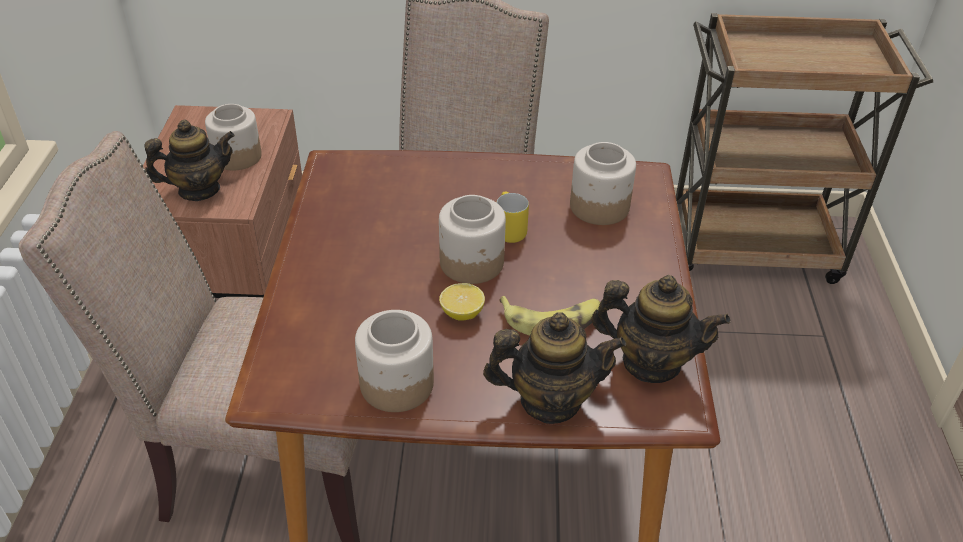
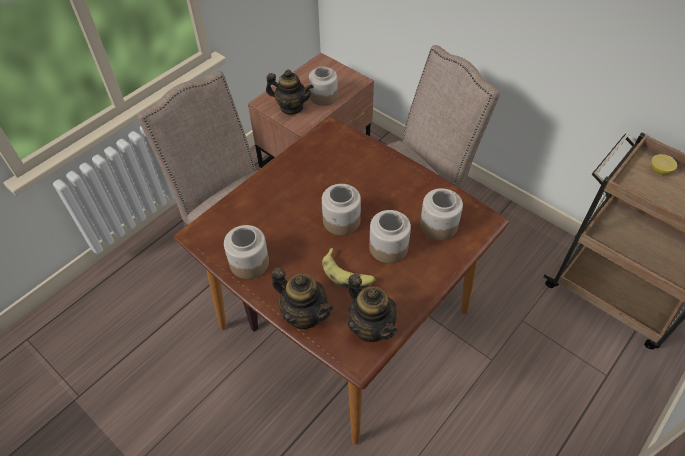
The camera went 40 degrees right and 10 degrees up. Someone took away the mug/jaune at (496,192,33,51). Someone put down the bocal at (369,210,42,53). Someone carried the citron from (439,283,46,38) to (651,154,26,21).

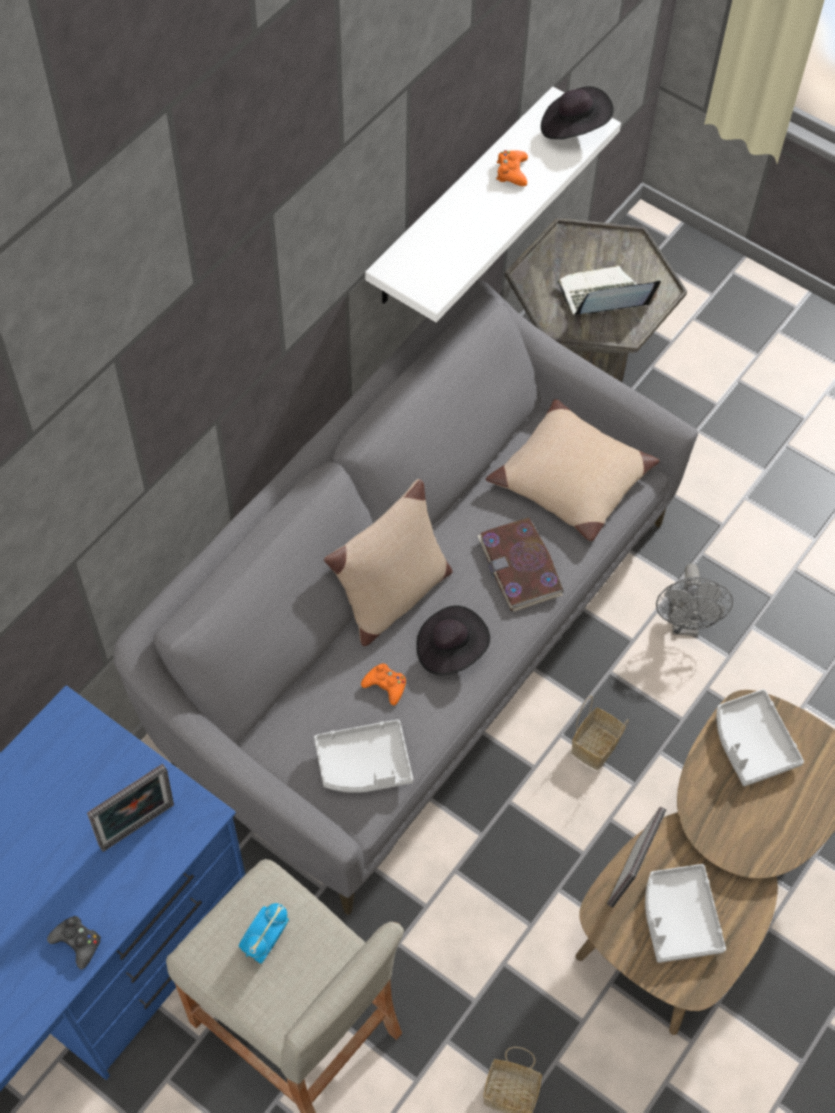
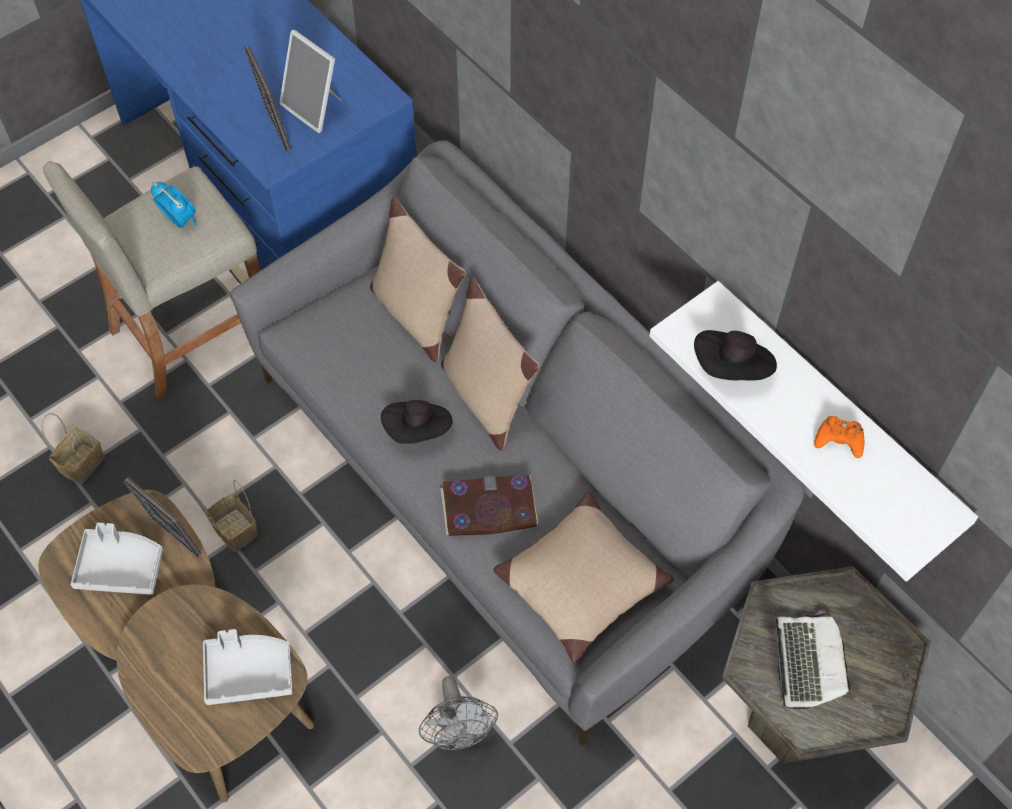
The camera went 105 degrees right and 0 degrees up. Someone took away the manette/noir at (47,916,54,53). Someone took away the plateau/gris at (314,720,99,73). Someone took away the manette/orange at (361,663,45,43). Someone put down the cadre photo at (279,30,63,103). Someone put down the coussin/beige at (370,197,96,165). Someone carried the chapeau/noir from (541,86,73,53) to (694,330,83,50). Someone carried the panier from (571,696,58,74) to (200,480,58,72). Someone rotated the ventilateur/gris at (656,563,77,73) by 120 degrees counterclockwise.

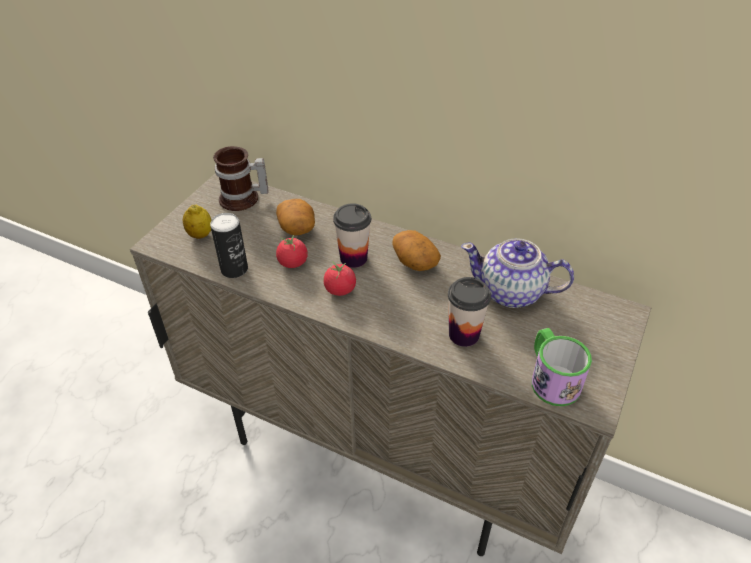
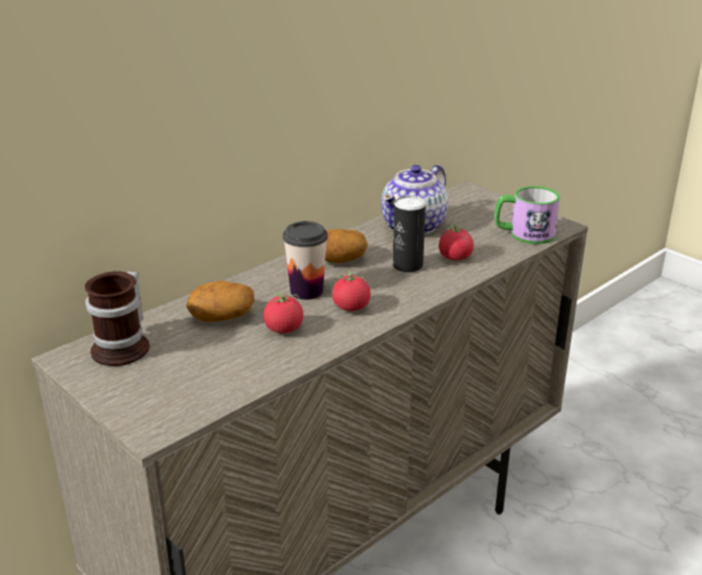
The camera went 70 degrees left and 15 degrees down. Someone took away the citron at (183,205,28,34). Someone carried the boîte métallique from (210,213,38,65) to (393,196,33,76). Someone swapped the tasse at (448,277,43,70) for the tomate at (439,223,35,37).

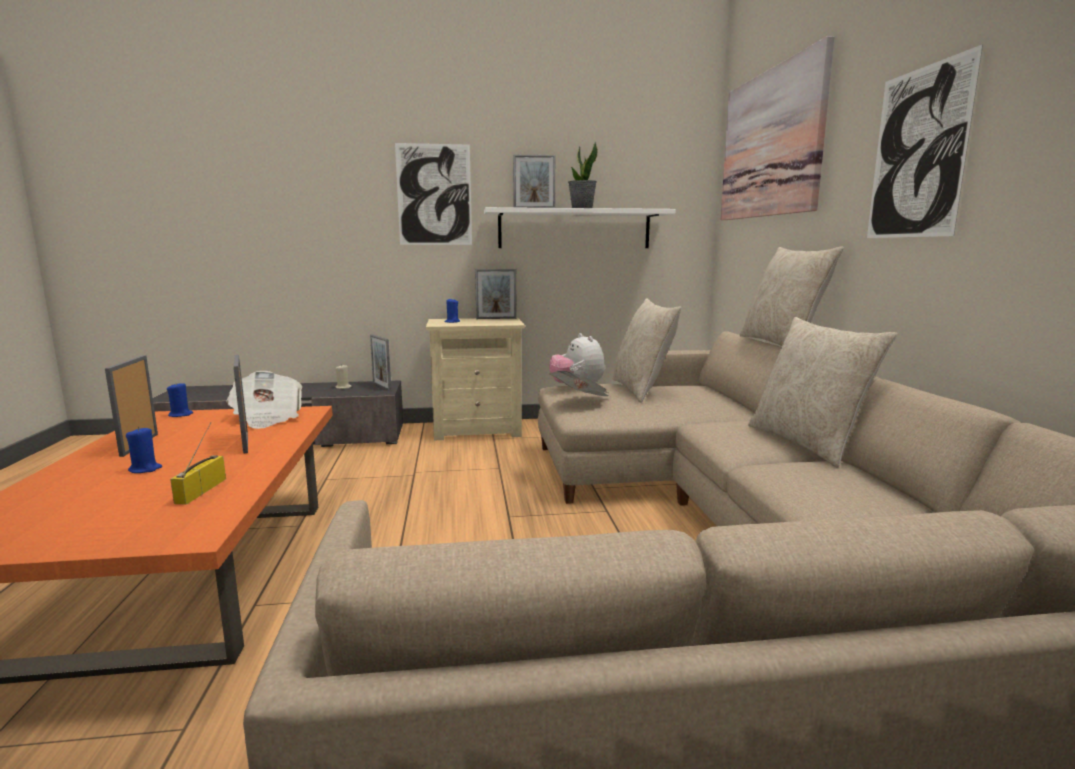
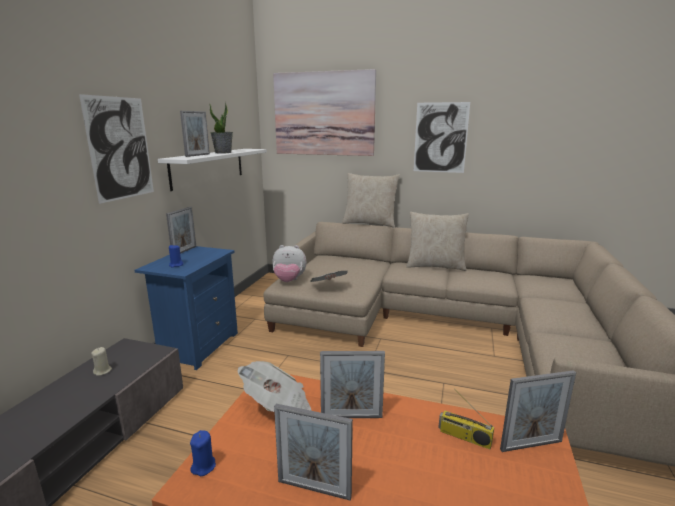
The camera went 65 degrees left and 5 degrees up. Someone took away the bougie/bleu at (126,427,36,46). Someone took away the coussin/beige at (613,298,68,105). Someone carried the cadre photo from (370,334,21,57) to (500,370,76,82). Someone repainted the table de chevet/beige at (426,318,99,122), which became the table de chevet/bleu at (135,246,103,124).

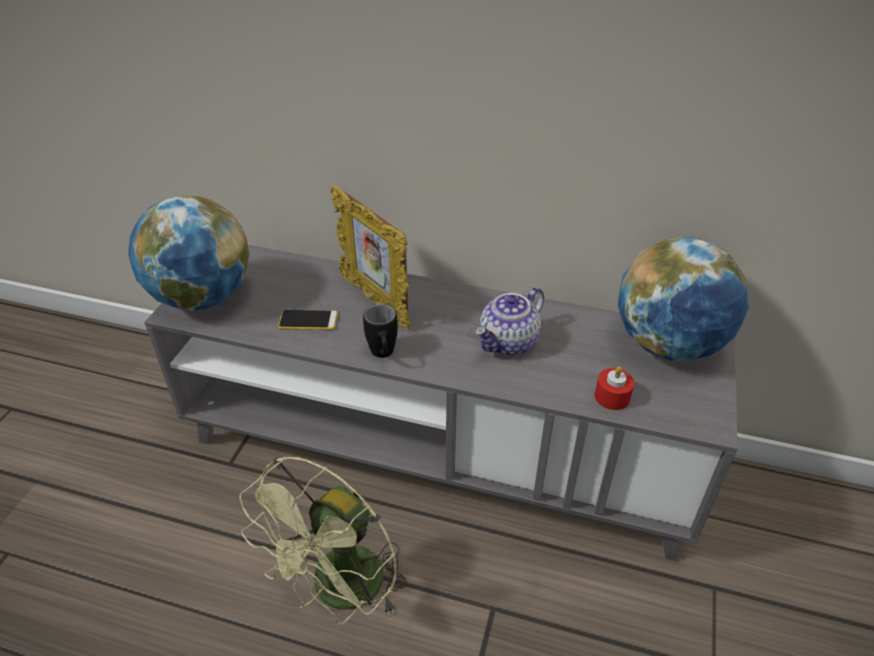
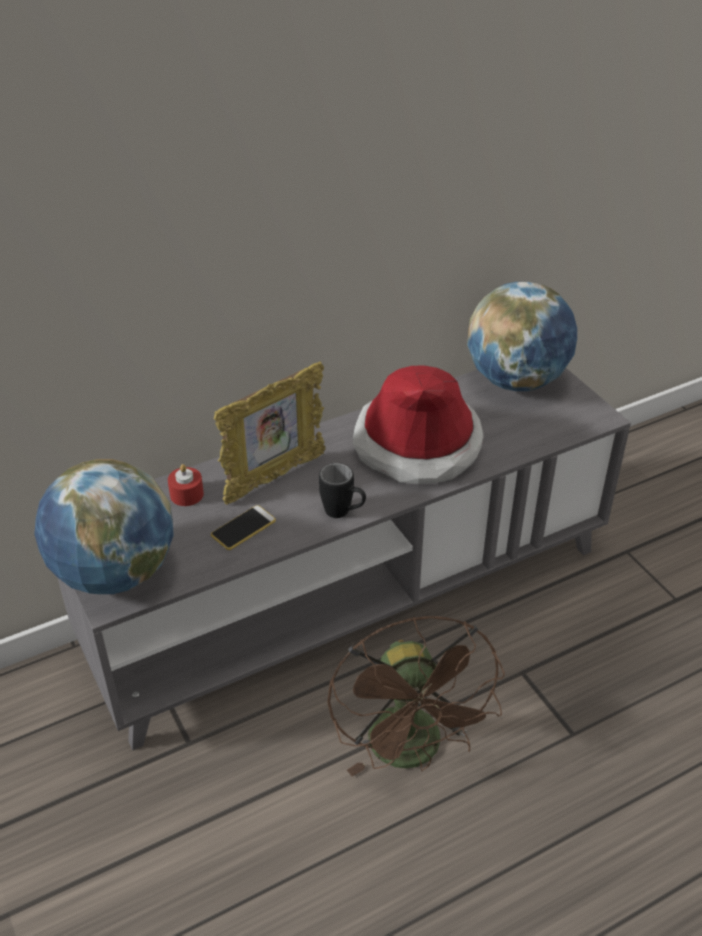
The camera went 45 degrees left and 0 degrees up. Someone carried the bougie/rouge from (595,366,39,44) to (168,464,36,42). Someone swapped the théière at (475,287,69,69) for the chapeau at (352,366,132,118). Someone repainted the ventilateur/vert at (239,456,168,169), which became the ventilateur/marron at (327,616,178,160). Someone rotated the cadre photo at (330,185,80,144) by 45 degrees counterclockwise.

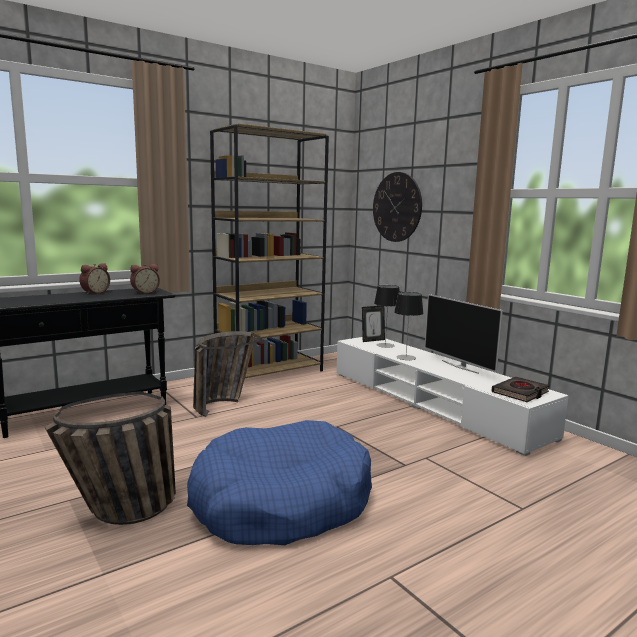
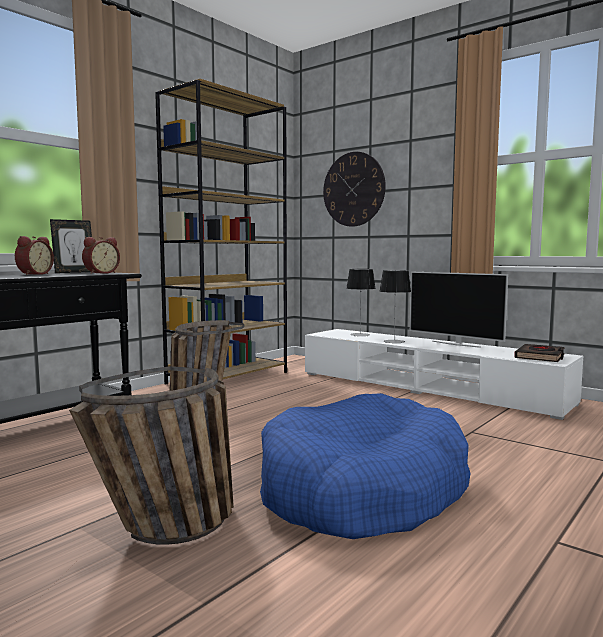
The camera went 15 degrees left and 5 degrees down. Someone carried the cadre photo from (362,306,23,36) to (50,219,42,54).

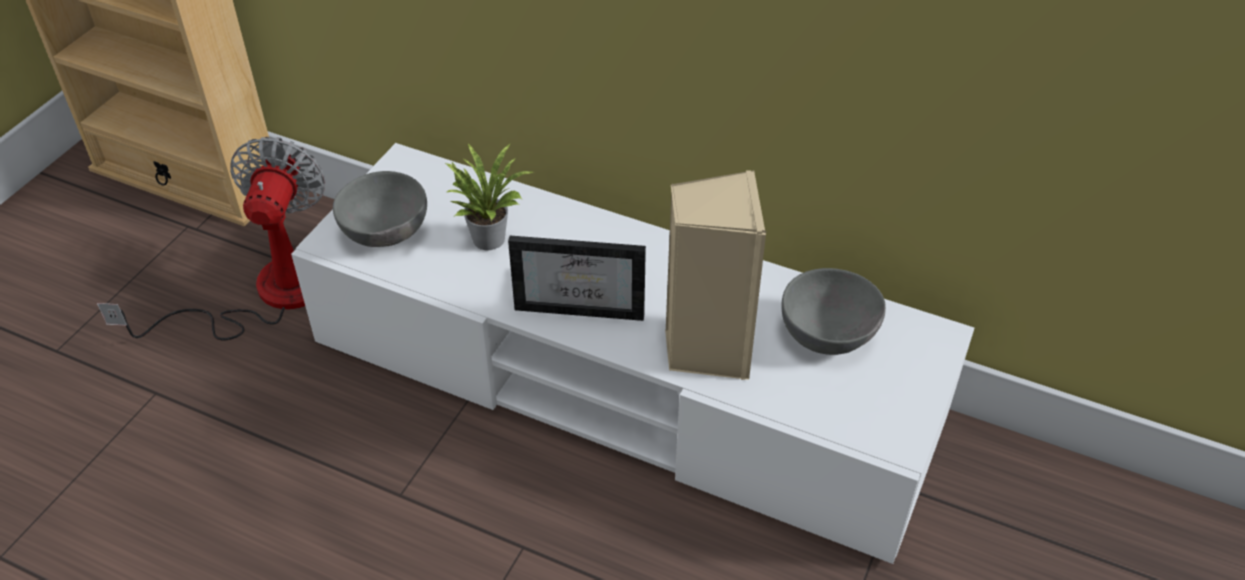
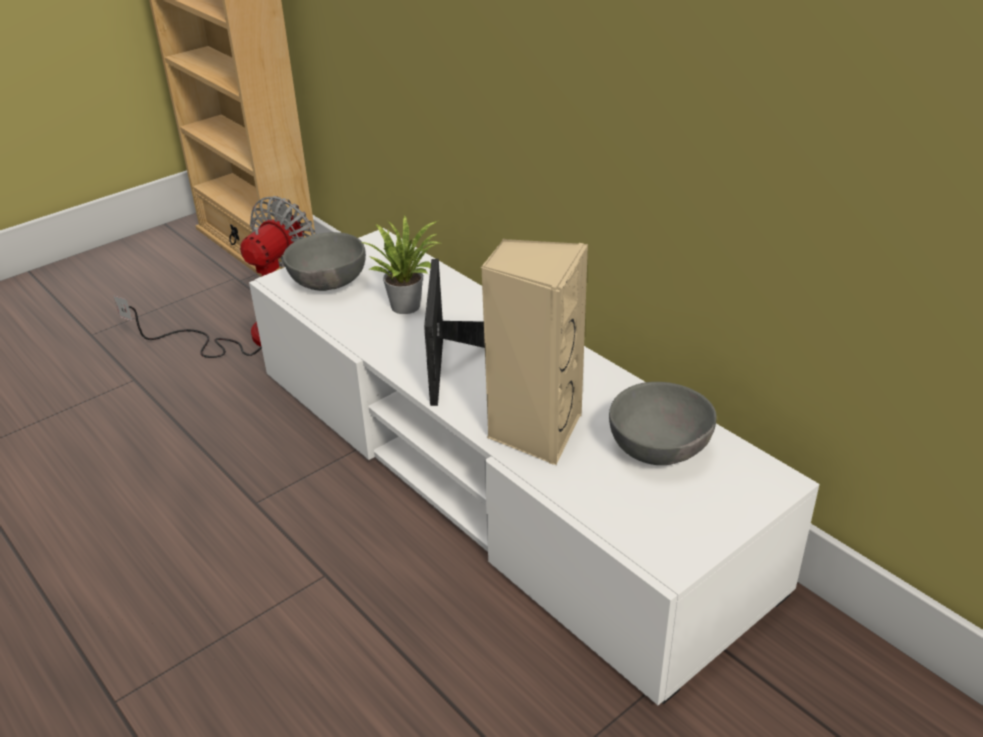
The camera went 25 degrees right and 10 degrees down. Someone rotated the cadre photo at (508,236,138,85) by 60 degrees clockwise.

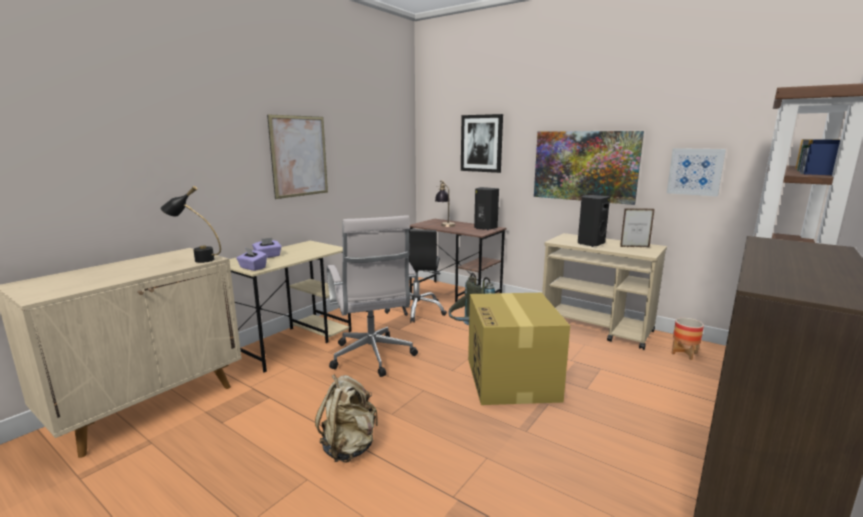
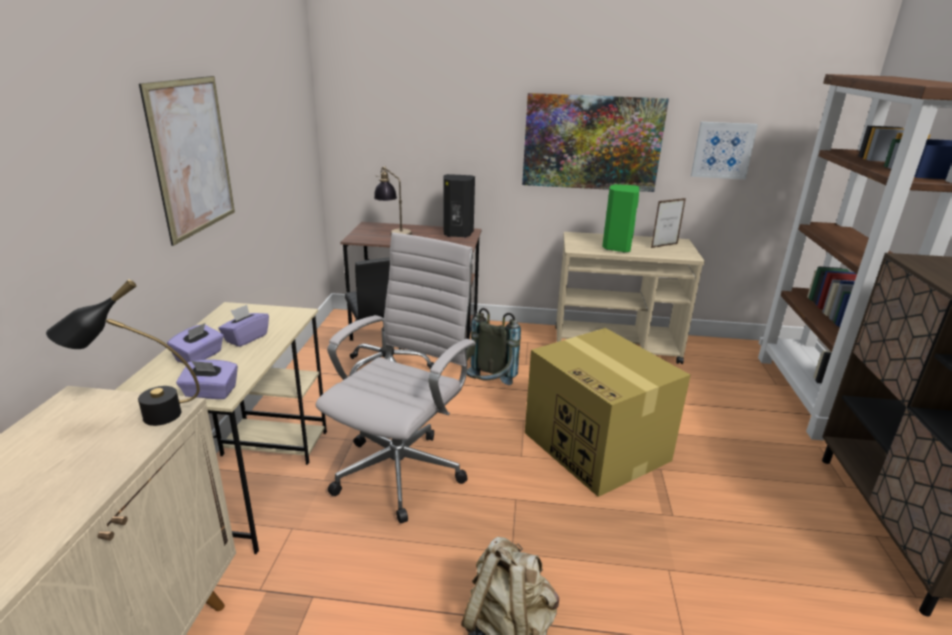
The camera went 30 degrees left and 10 degrees up. Someone took away the tableau at (461,114,42,59). Someone took away the cache-pot at (671,318,33,42). Someone put down the boîte à mouchoirs/violet at (218,305,51,42). Someone repainted the enceinte/noir at (578,195,32,52), which became the enceinte/vert at (602,184,37,69). Someone rotated the chaise de bureau/blanc at (327,215,91,162) by 105 degrees counterclockwise.

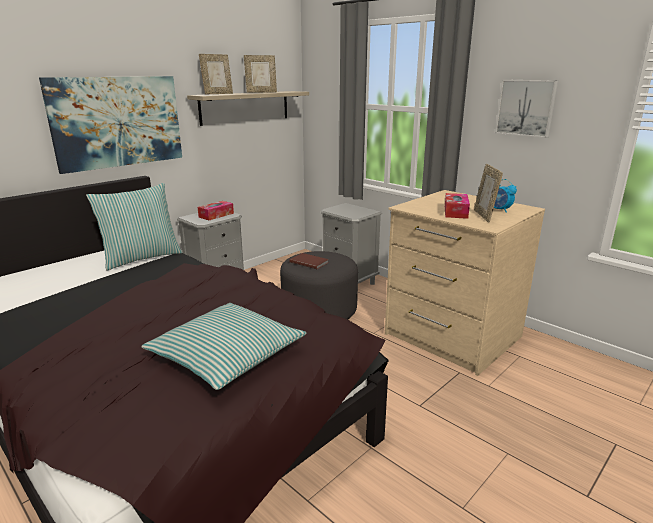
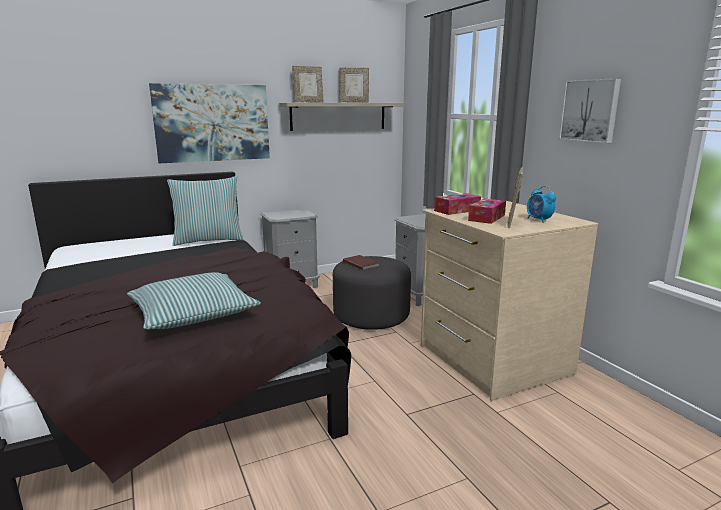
The camera went 20 degrees right and 5 degrees down. Someone carried the boîte à mouchoirs from (198,201,36,19) to (434,193,47,22).

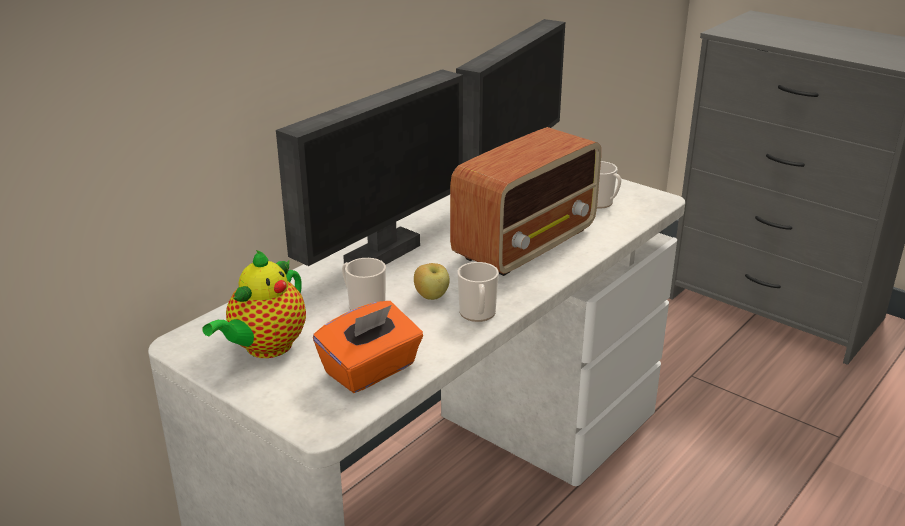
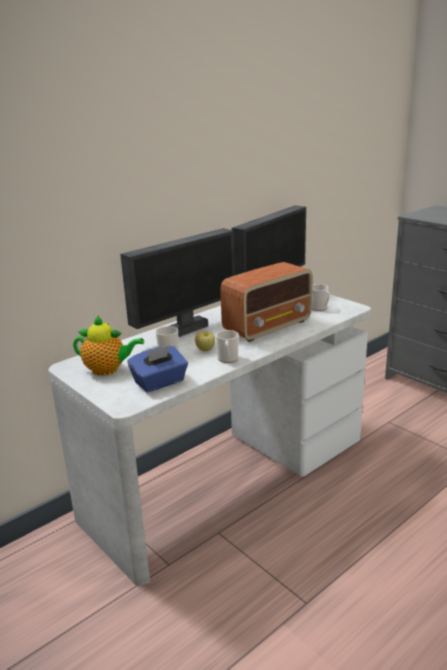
The camera went 10 degrees right and 5 degrees down. Someone repainted the boîte à mouchoirs/orange at (313,301,110,92), which became the boîte à mouchoirs/bleu at (128,346,60,46). Someone rotated the théière at (202,250,104,108) by 120 degrees counterclockwise.

